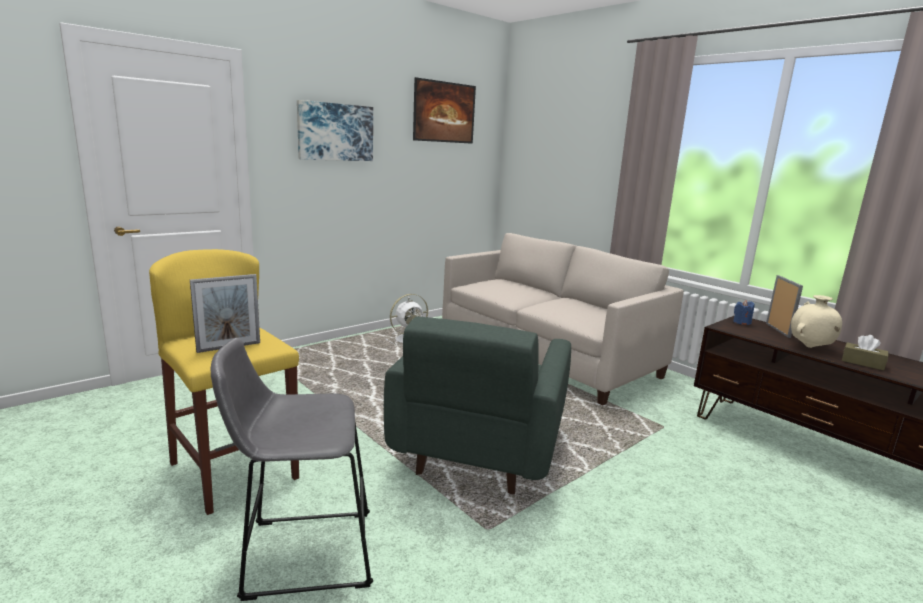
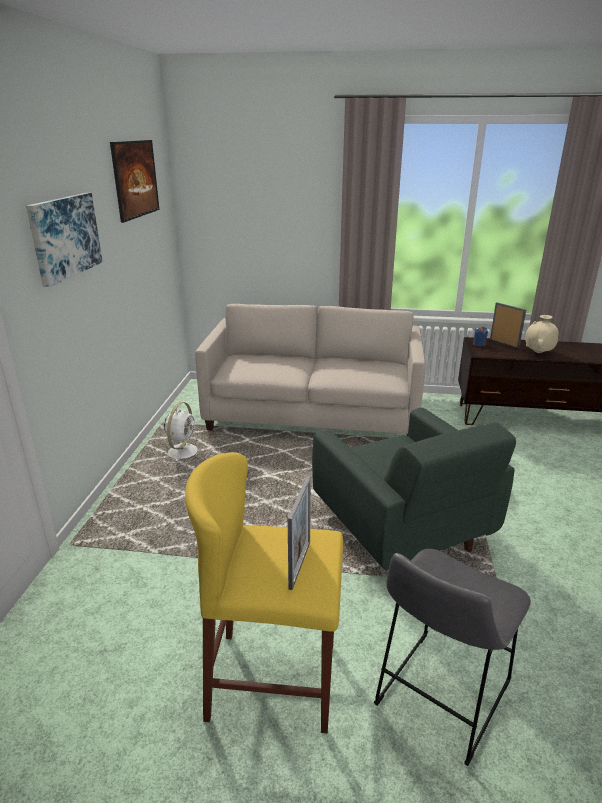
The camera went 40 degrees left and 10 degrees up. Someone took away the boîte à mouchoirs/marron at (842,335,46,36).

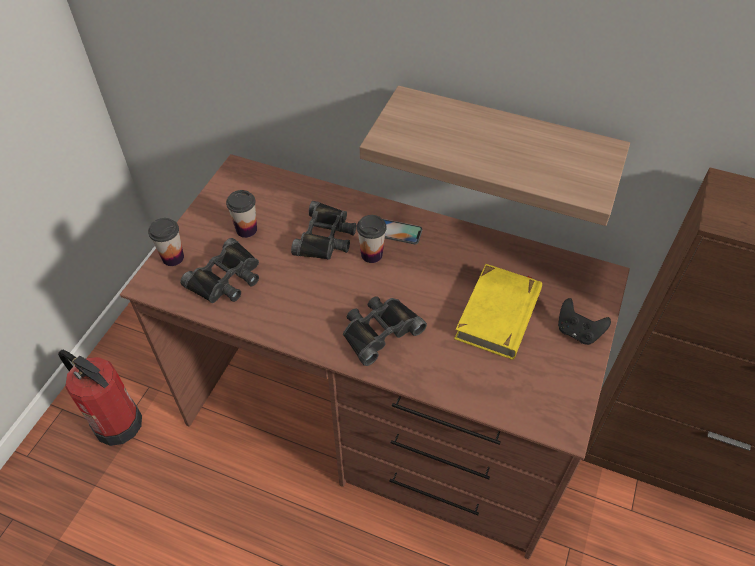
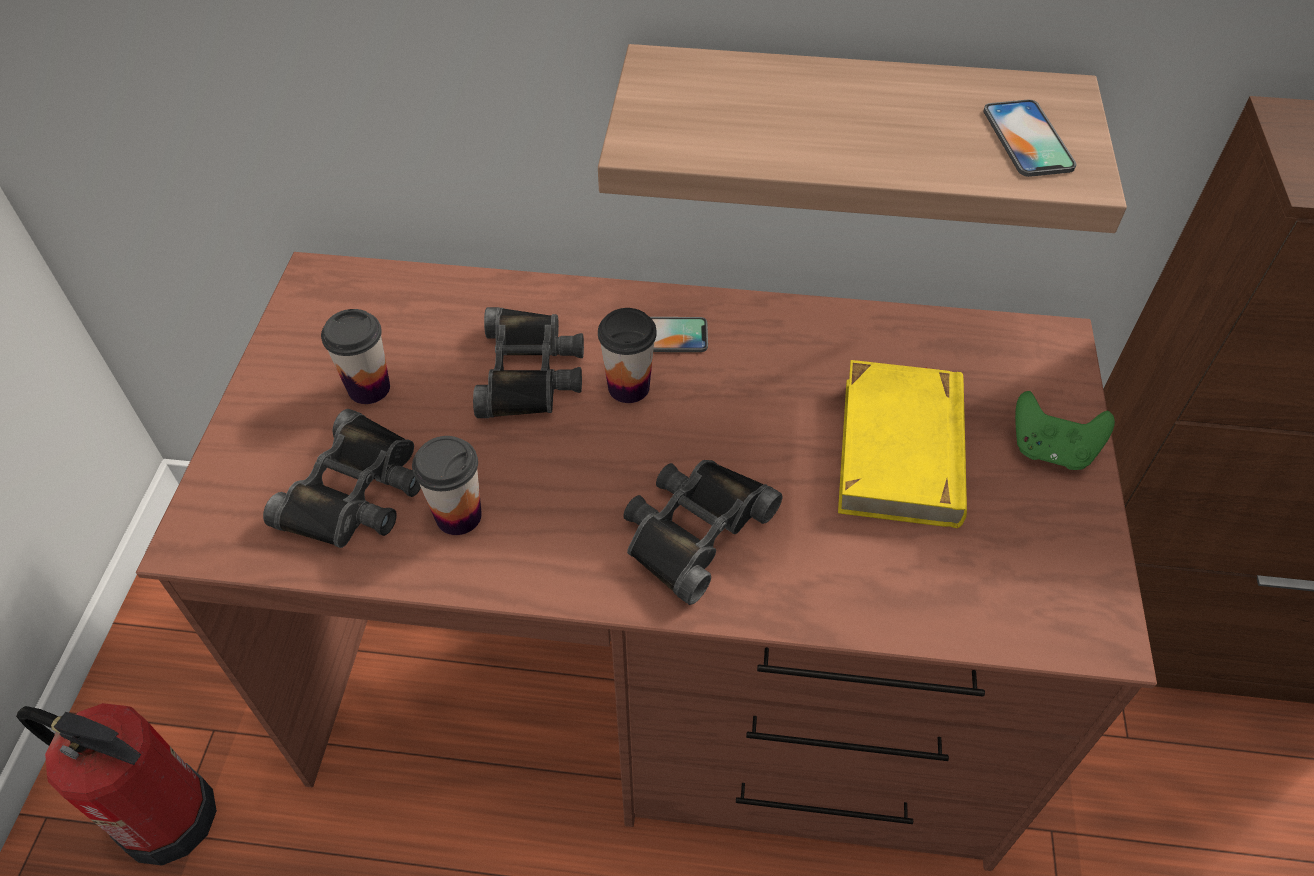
The camera went 15 degrees left and 0 degrees up. Someone put down the téléphone at (983,100,93,77). Someone carried the tasse from (148,218,36,48) to (412,436,70,99). Someone repainted the manette/noir at (558,298,53,47), which became the manette/vert at (1015,391,100,79).

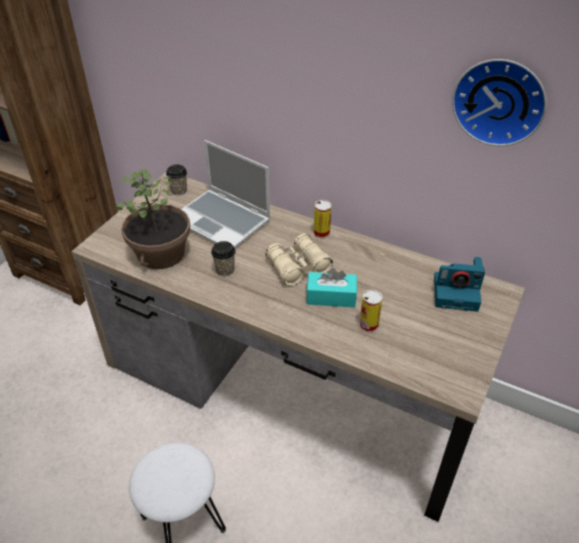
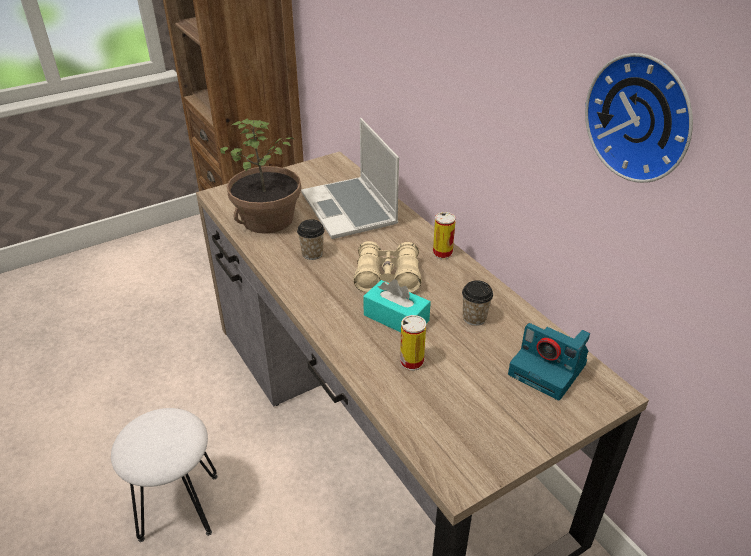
The camera went 30 degrees right and 5 degrees down. Someone carried the tasse from (166,164,21,31) to (462,280,31,46).

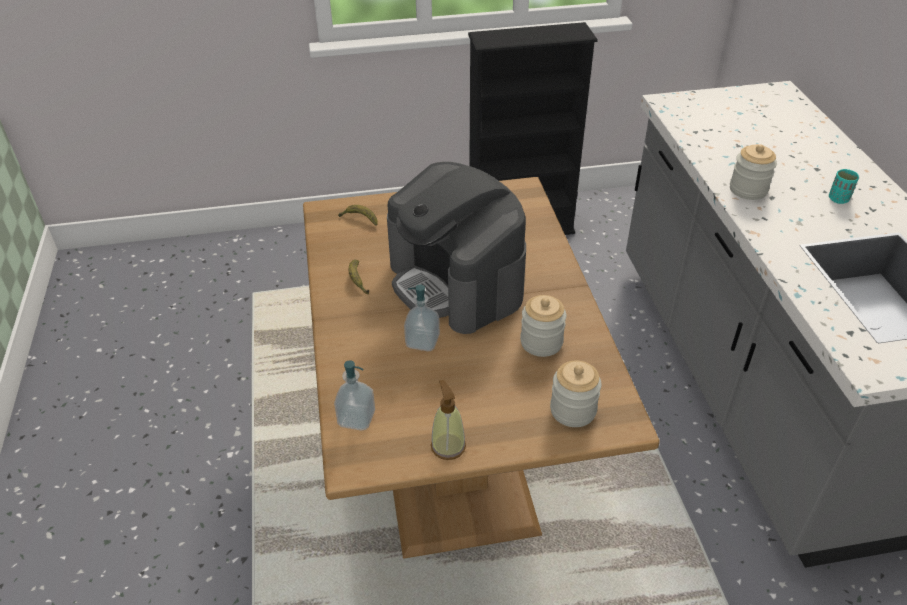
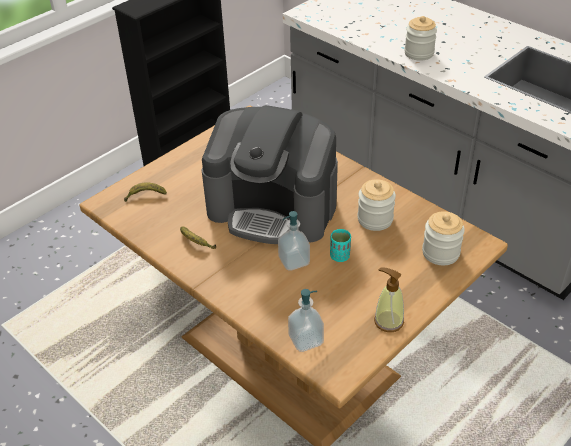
The camera went 35 degrees left and 0 degrees up. Someone carried the tasse/turquoise from (829,169,30,35) to (330,229,21,33).

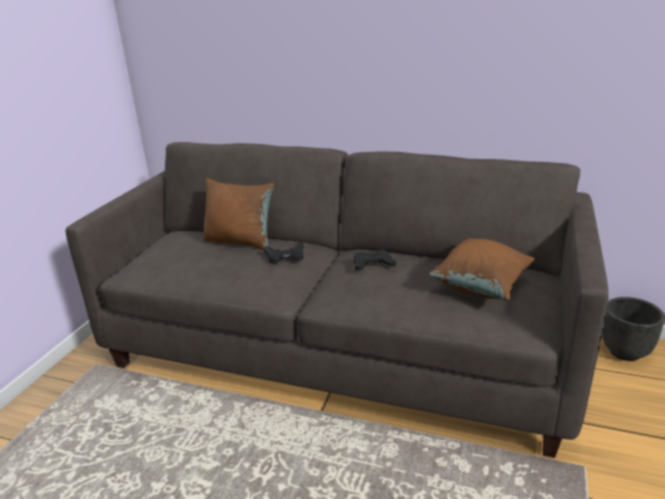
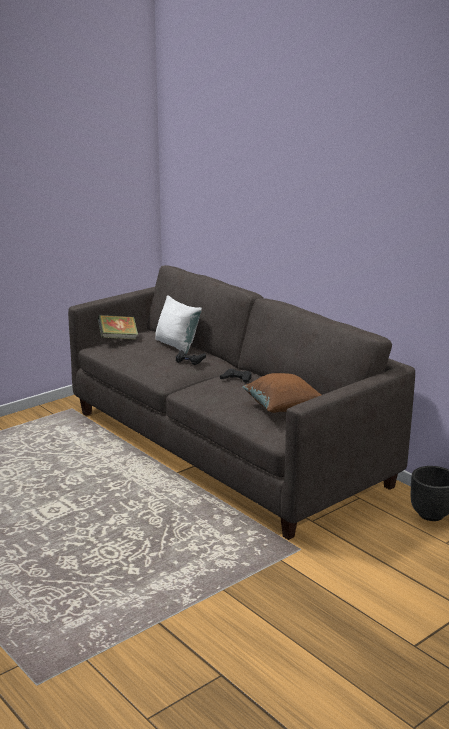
The camera went 30 degrees right and 5 degrees down. Someone put down the livre at (98,315,40,25). Someone repainted the coussin/marron at (203,178,71,72), which became the coussin/blanc at (155,295,47,59).

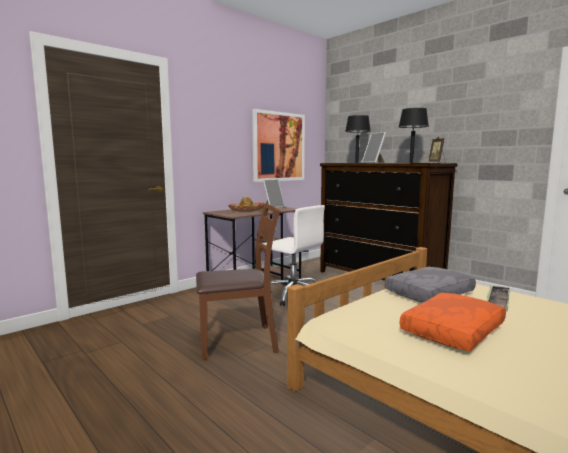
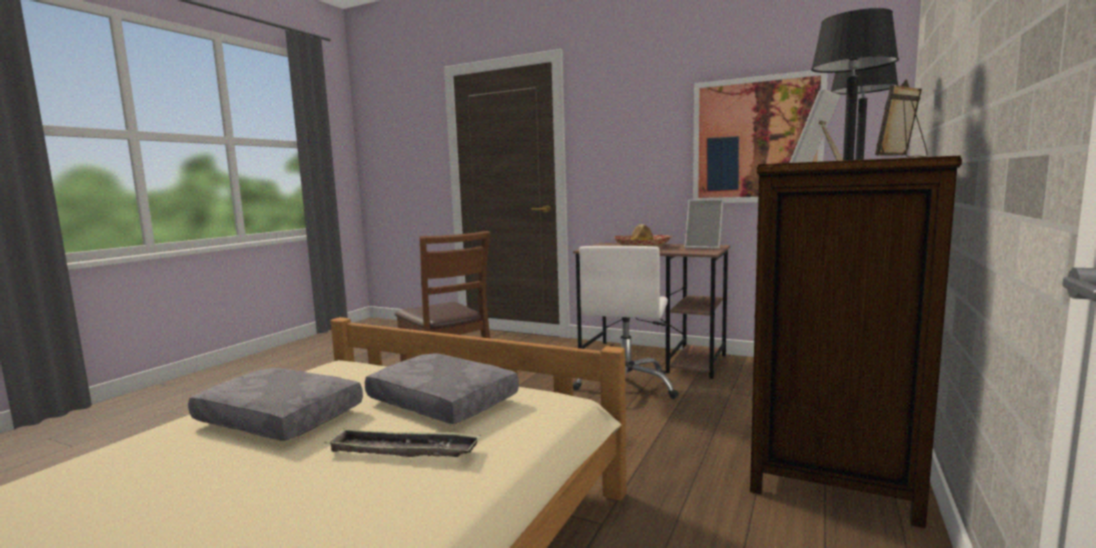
The camera went 70 degrees right and 0 degrees up. Someone repainted the coussin/orange at (400,293,106,59), which became the coussin/gris at (188,368,175,73).

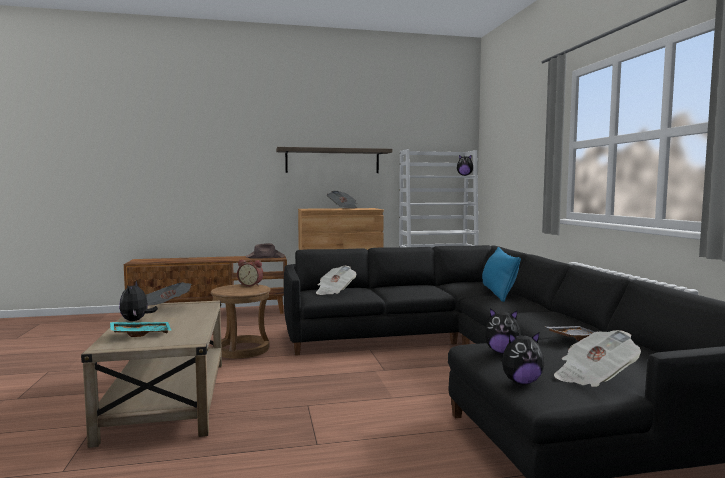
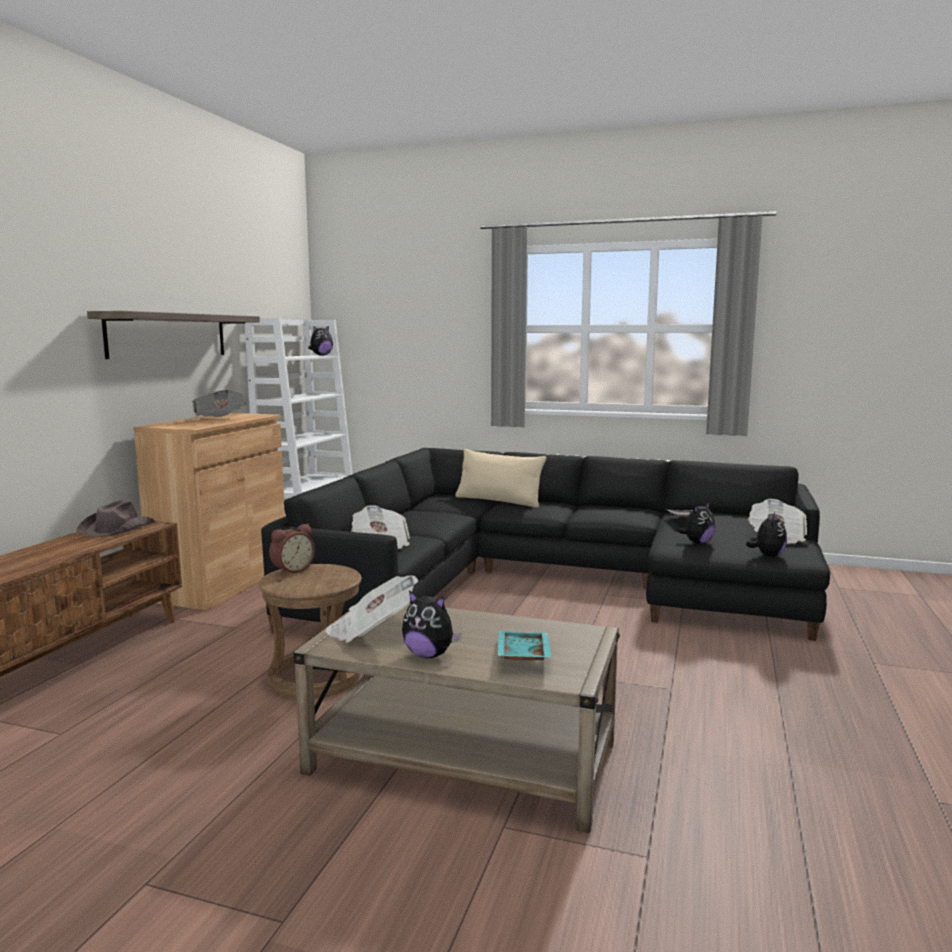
The camera went 60 degrees left and 5 degrees up. Someone repainted the coussin/bleu at (482,247,39,55), which became the coussin/beige at (455,449,91,59).

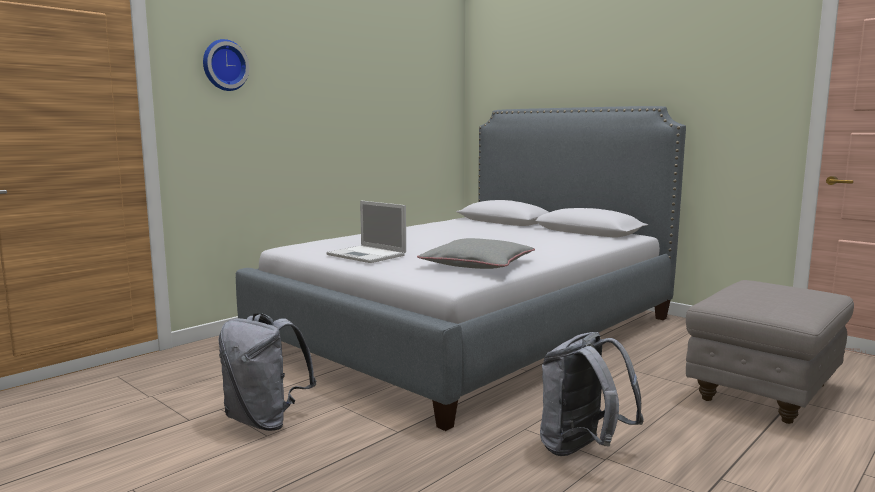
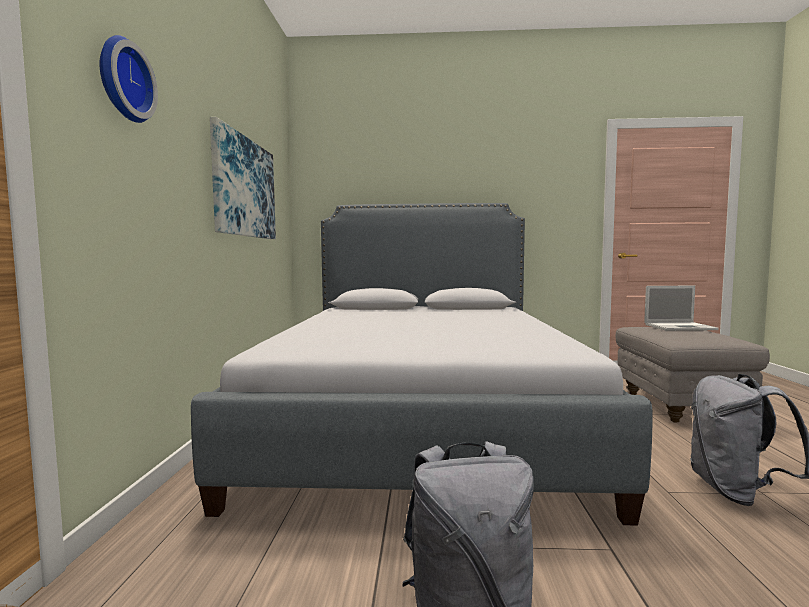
The camera went 40 degrees left and 5 degrees down. Someone took away the coussin/gris at (417,238,118,31). Someone put up the tableau at (210,117,66,122). Someone carried the ordinateur portable from (326,200,80,63) to (644,286,75,45).

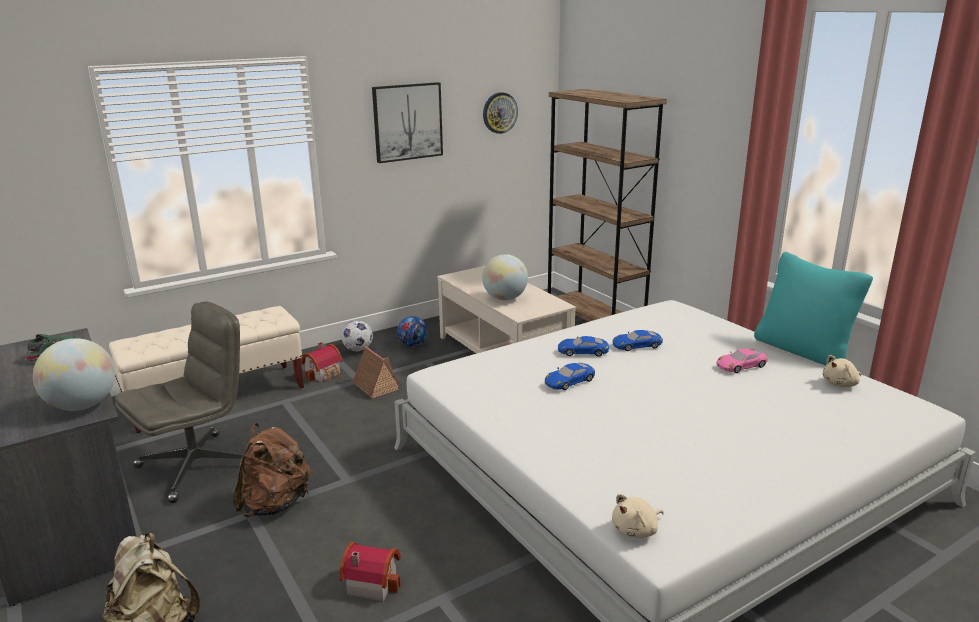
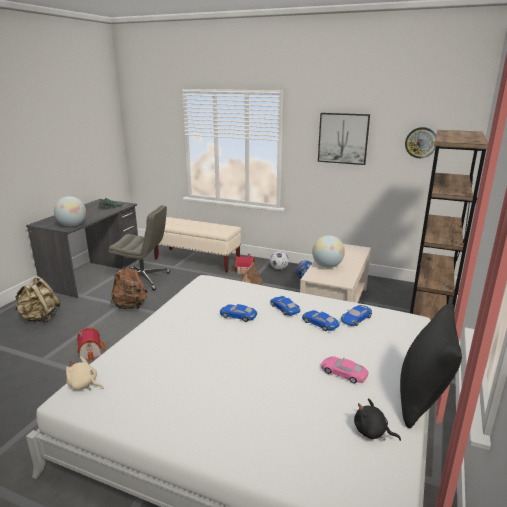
The camera went 55 degrees right and 0 degrees up. Someone put down the petite voiture/bleu at (341,305,31,21). Someone repainted the coussin/turquoise at (754,252,119,113), which became the coussin/noir at (400,303,62,125). Someone repainted the peluche/beige at (823,355,38,32), which became the peluche/noir at (354,398,47,43).

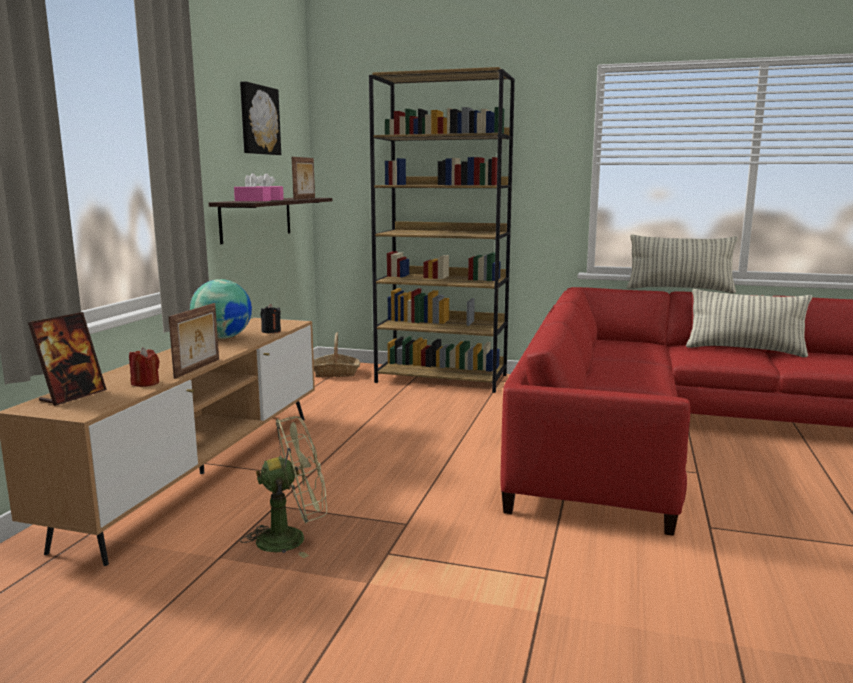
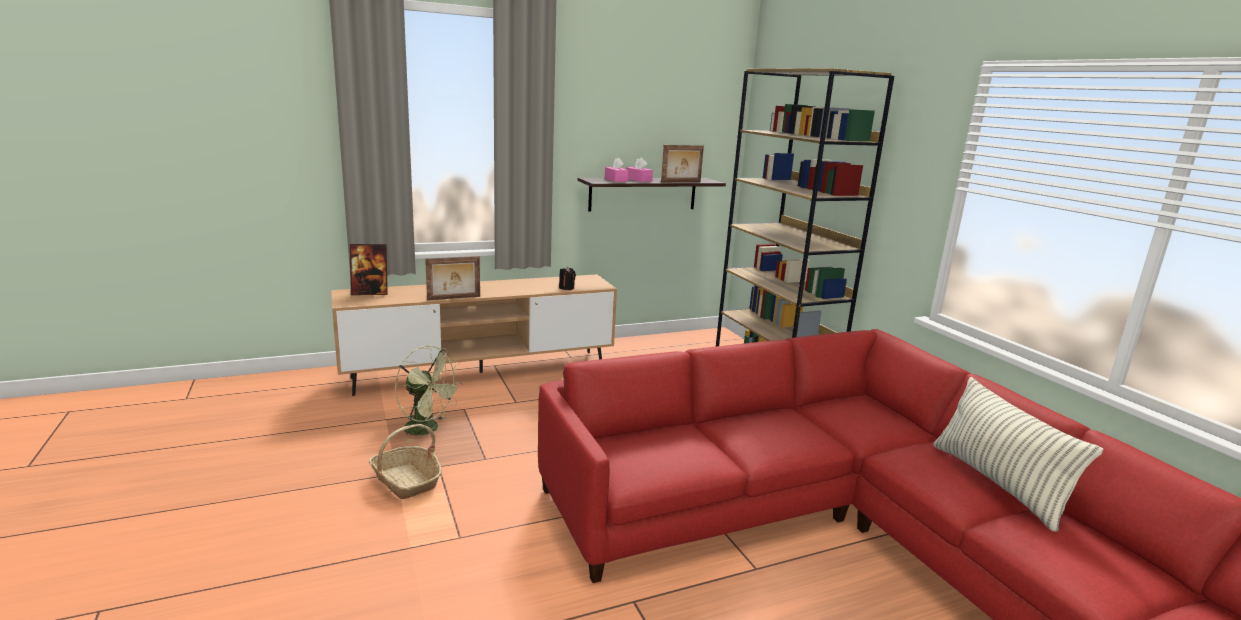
The camera went 50 degrees right and 5 degrees up. Someone took away the bougie/rouge at (129,347,30,40). Someone took away the globe at (190,279,62,60). Someone took away the tableau at (240,81,41,74). Someone took away the coussin at (626,234,112,59). Someone carried the panier from (314,332,46,45) to (369,424,73,75).

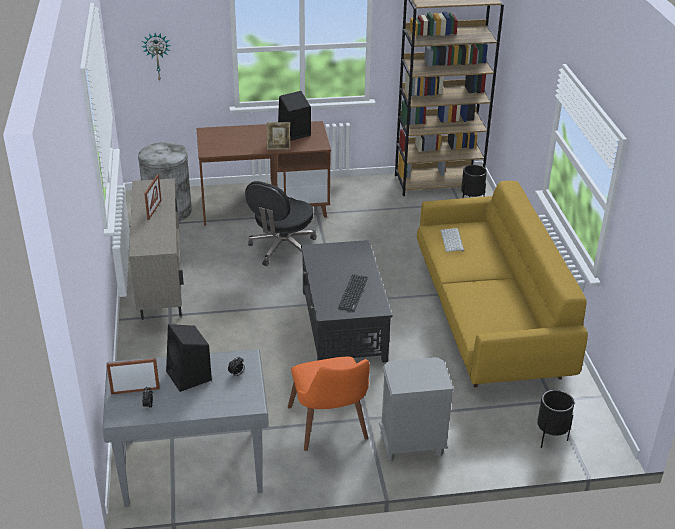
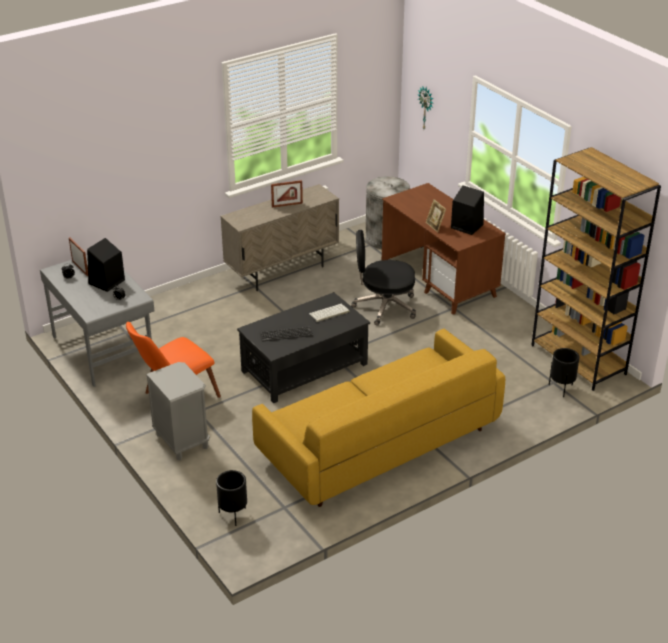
The camera went 65 degrees right and 0 degrees up. Someone carried the clavier from (441,228,23,24) to (309,304,41,18).

